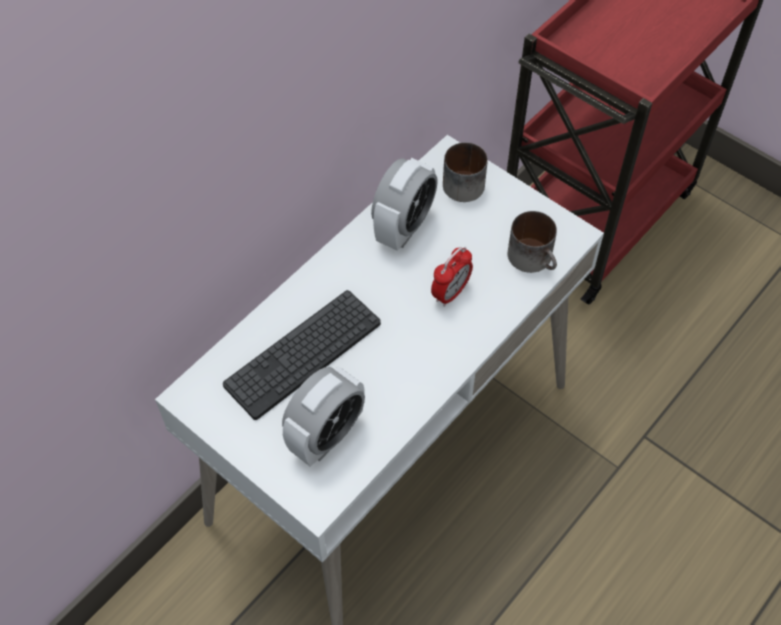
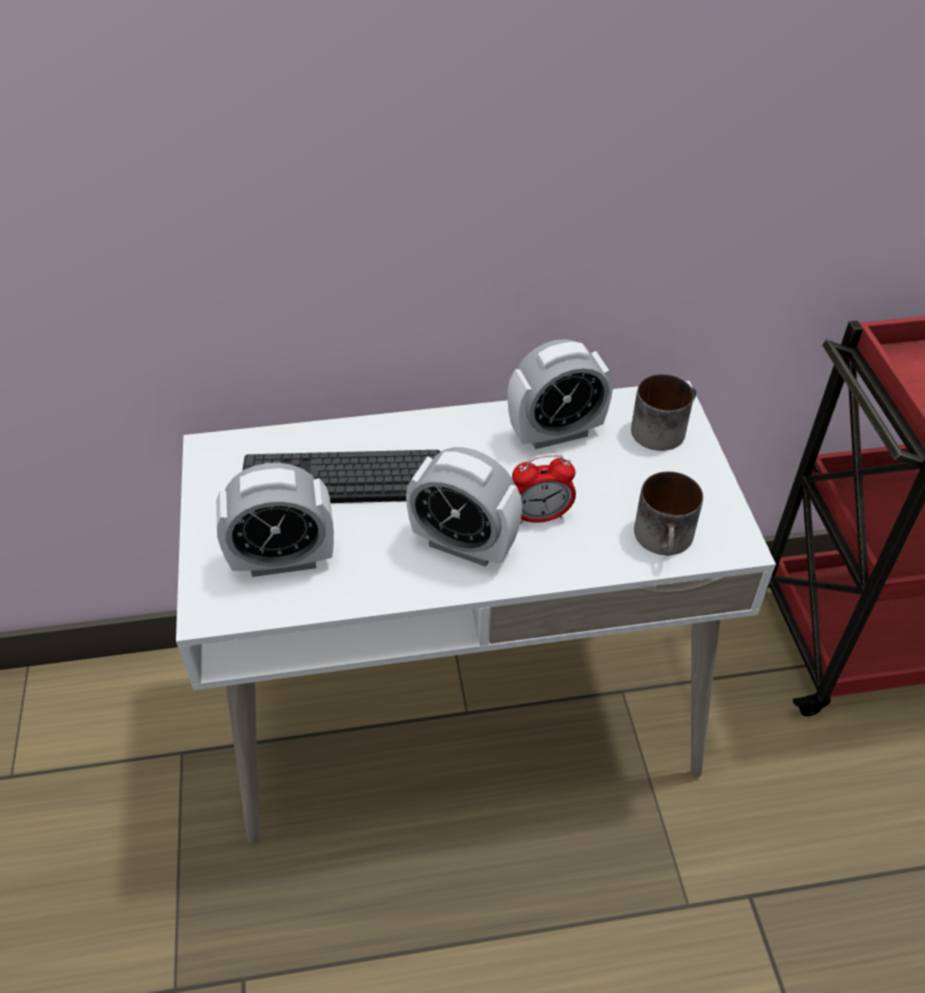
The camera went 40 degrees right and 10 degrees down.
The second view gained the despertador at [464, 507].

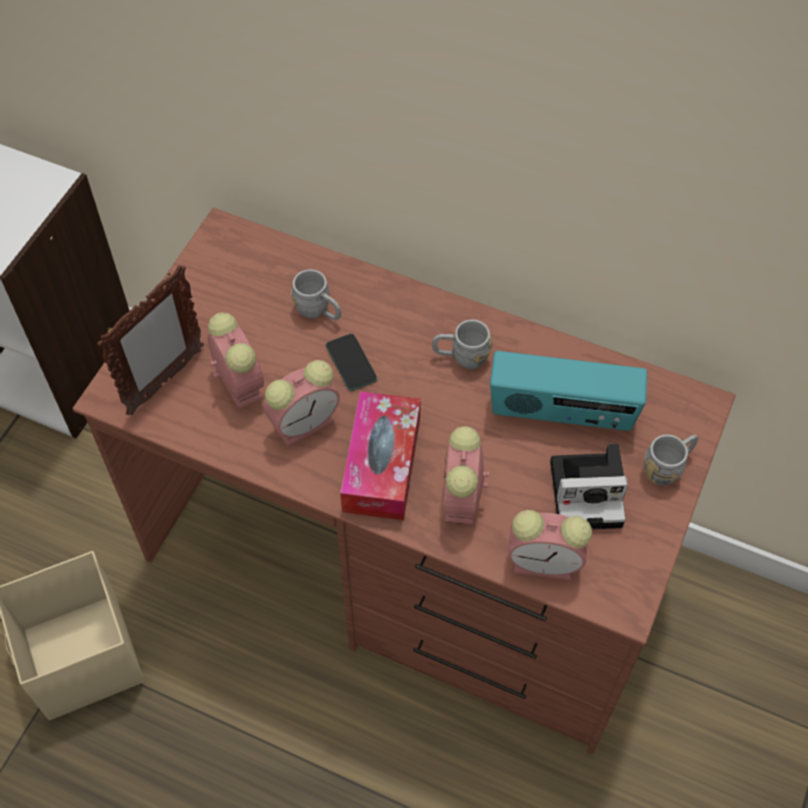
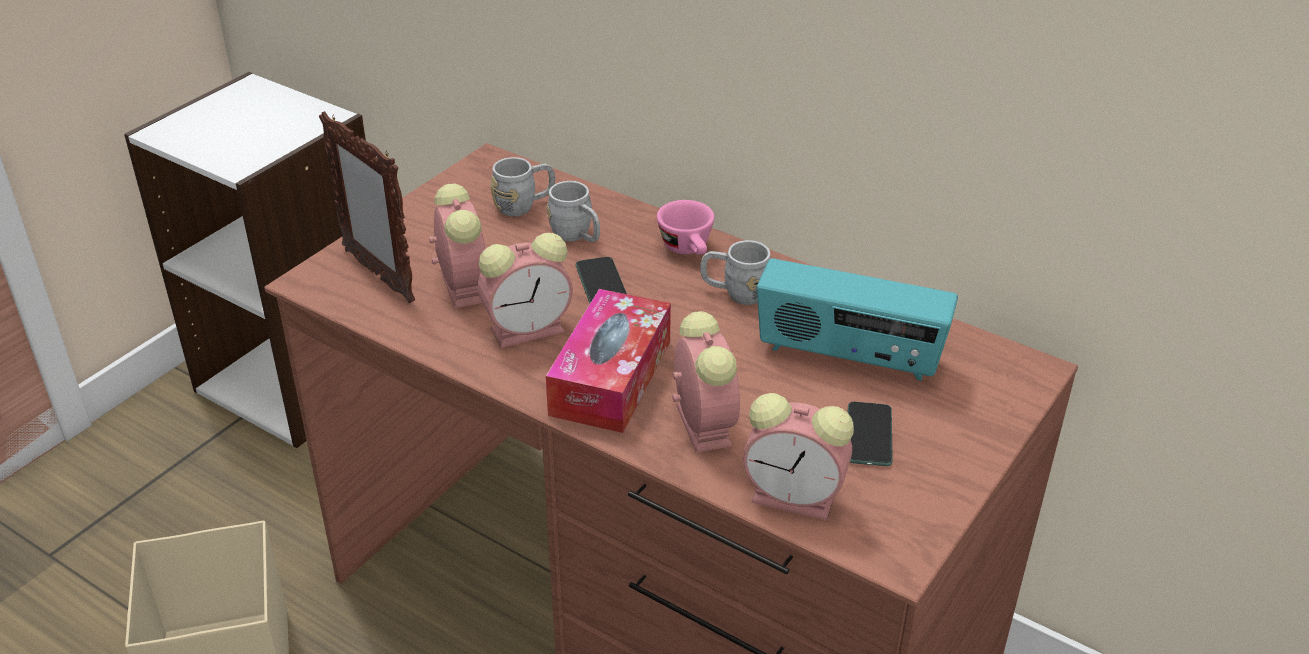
The camera went 10 degrees right and 20 degrees down.
The portarretratos at [150, 340] ended up facing another way, 90 degrees clockwise from before.
The taza grande (gris) ended up elsewhere, having gone from [671, 459] to [523, 187].
The second view gained the taza (rosa) at [685, 227].
The despertador at [466, 475] ended up facing another way, 150 degrees clockwise from before.
Where the cámara stood at [589, 486], the móvil came to stand at [870, 434].

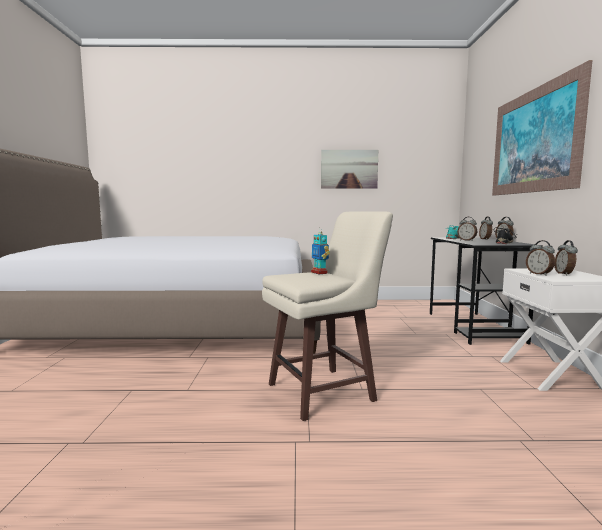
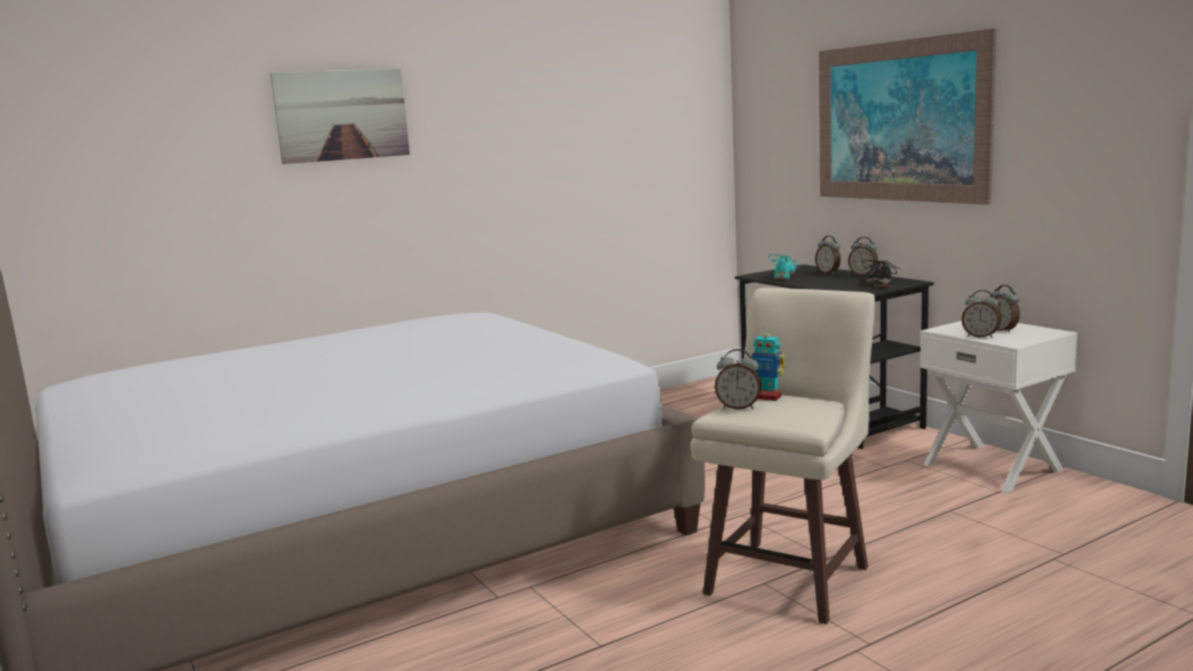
The camera went 30 degrees left and 5 degrees up.
The cuadro ended up elsewhere, having gone from [349, 169] to [340, 116].
The despertador ended up elsewhere, having gone from [467, 229] to [738, 379].

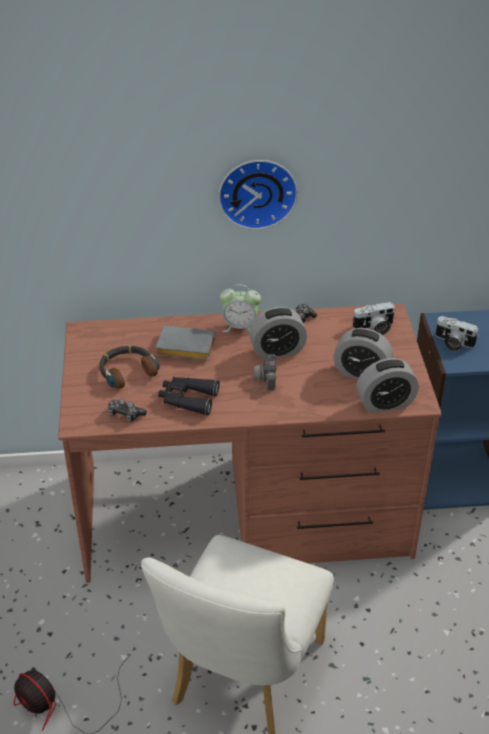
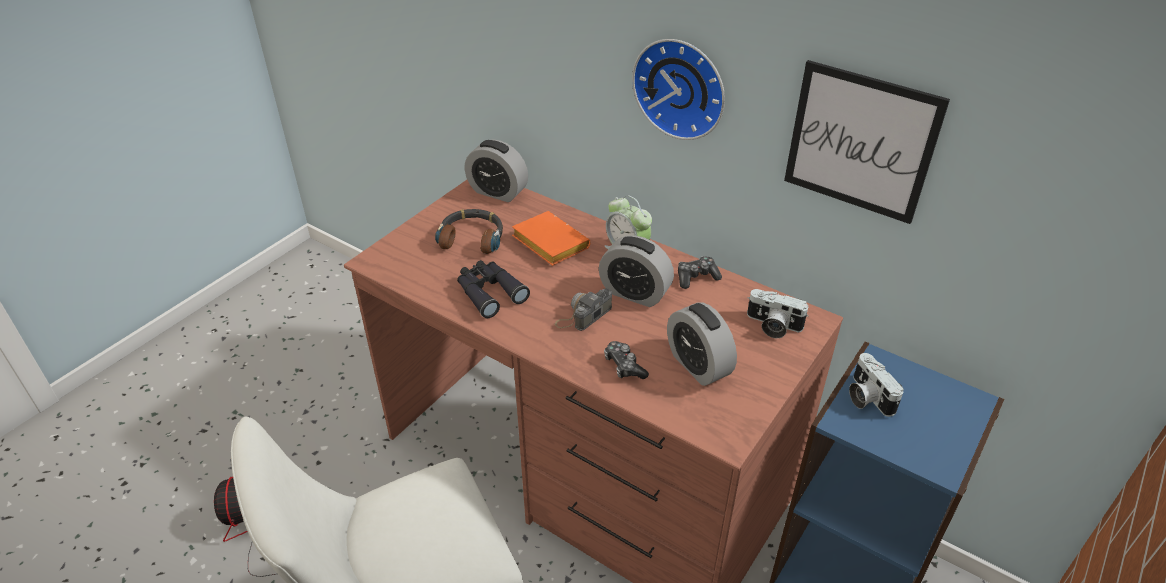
The camera went 40 degrees right and 0 degrees up.
The despertador ended up elsewhere, having gone from [387, 385] to [496, 170].
What was the libro (gris) at [185, 343] turned into the libro (naranja) at [551, 238].
The mando de consola ended up elsewhere, having gone from [127, 410] to [626, 360].
The second view gained the cuadro at [867, 142].

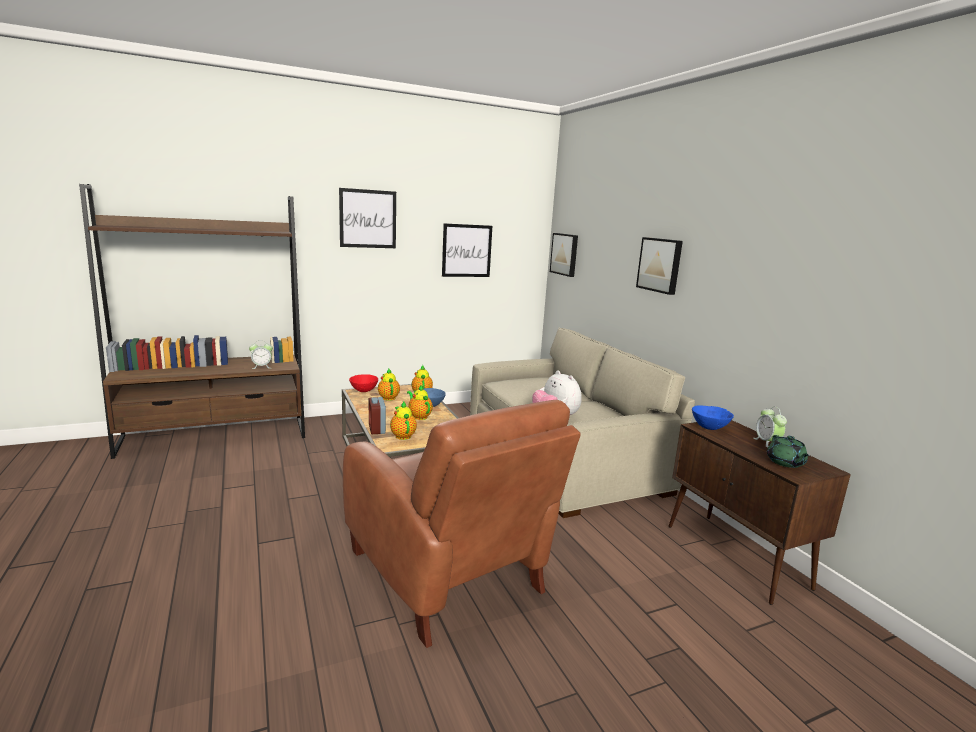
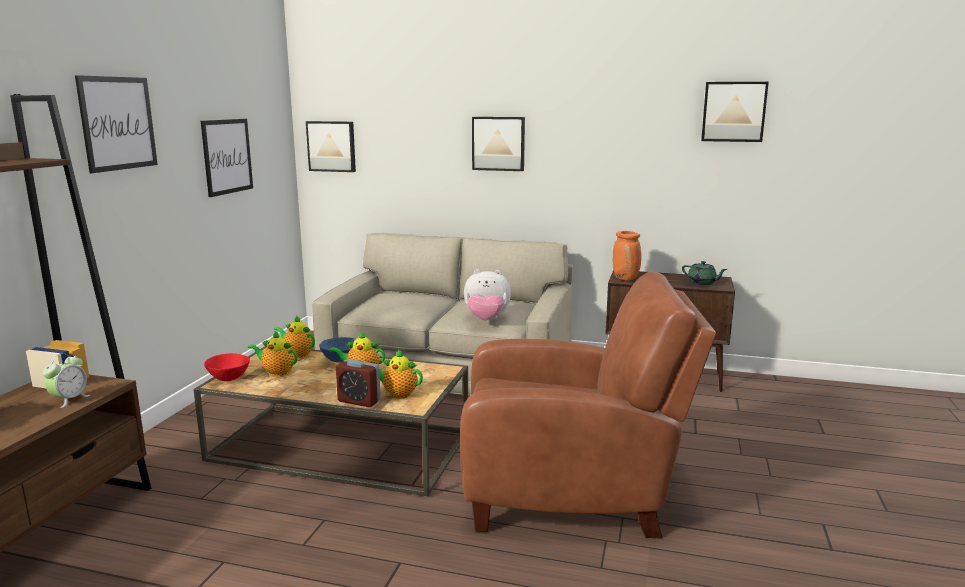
The camera went 50 degrees left and 0 degrees up.
Where the cuenco (azul) stood at [713, 418], the florero (naranja) came to stand at [627, 256].
The second view gained the cuadro at [735, 112].
The second view lost the despertador at [770, 427].

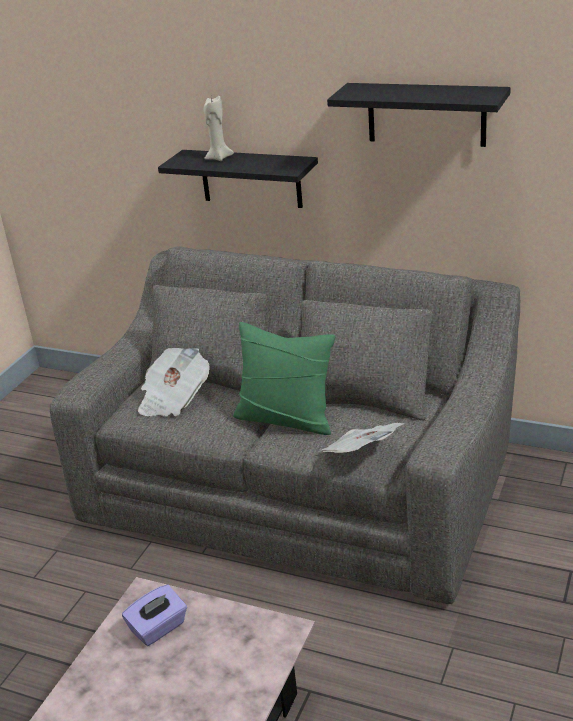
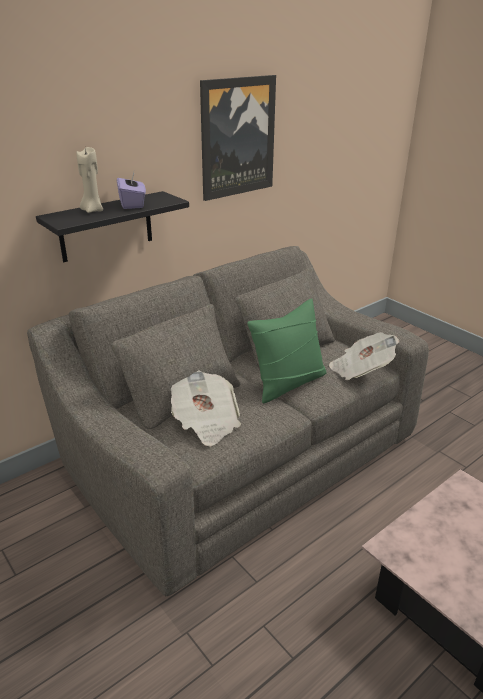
The camera went 65 degrees left and 0 degrees up.
The caja de pañuelos (morado) ended up elsewhere, having gone from [154, 615] to [131, 190].
Where the estante (negro) hung at [419, 115], the cuadro came to hang at [238, 138].

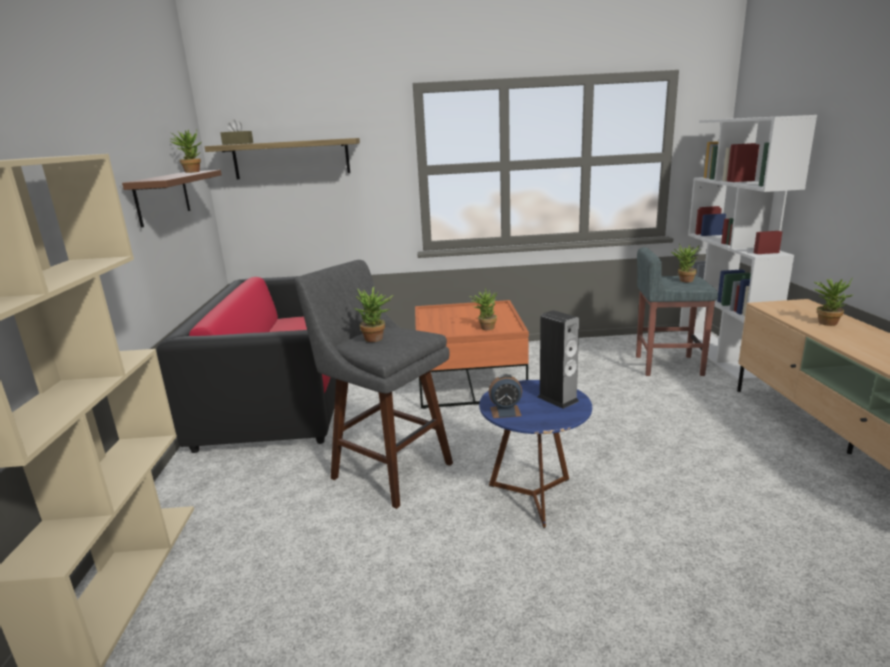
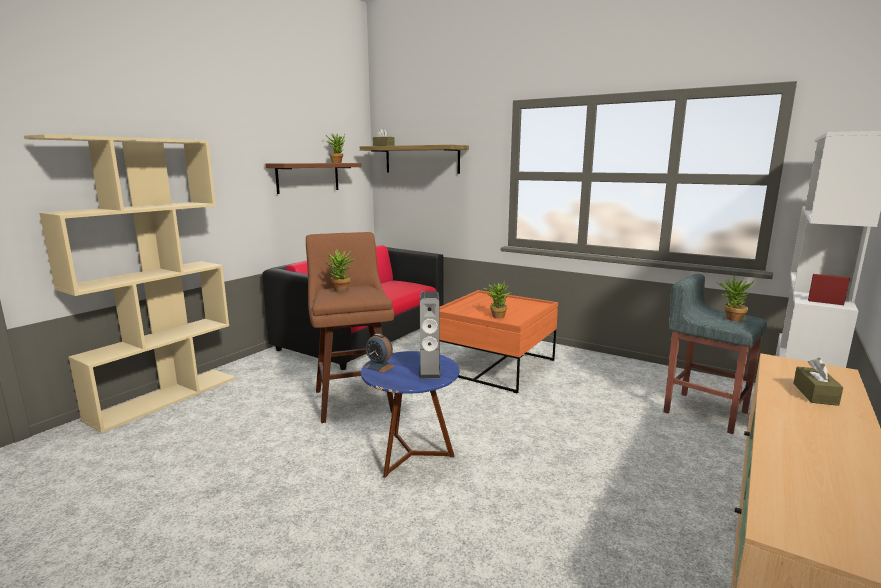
The camera went 35 degrees right and 5 degrees down.
What was the taburete (gris) at [374, 384] turned into the taburete (marrón) at [350, 327].
Where the planta en maceta stood at [834, 301], the caja de pañuelos (marrón) came to stand at [818, 382].

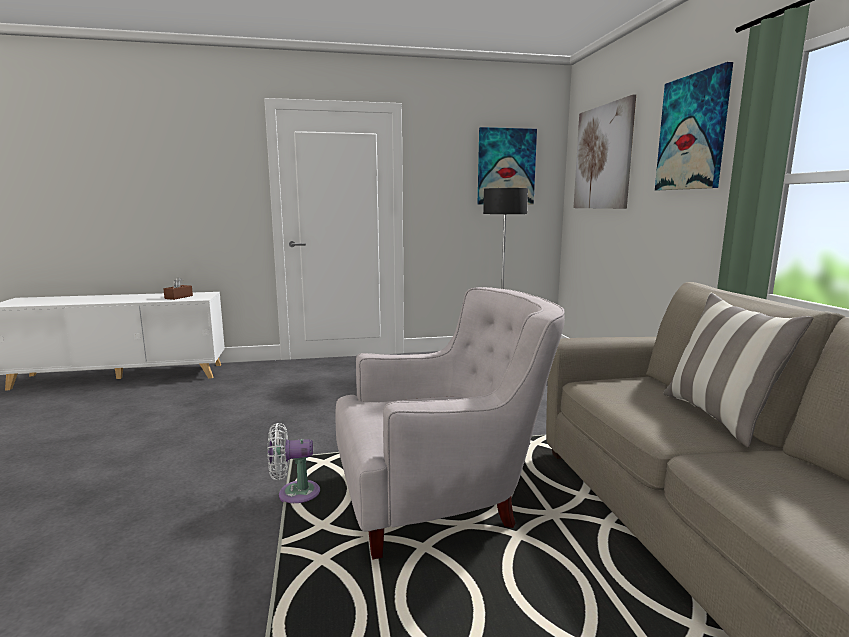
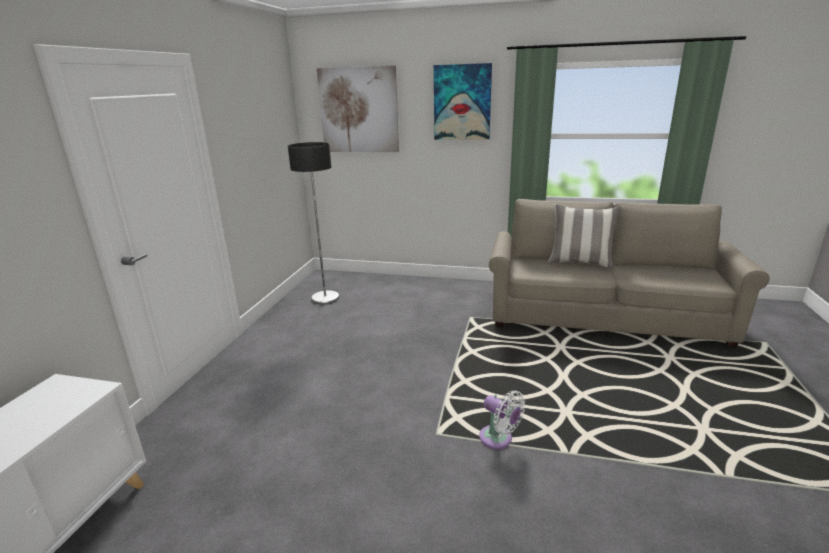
The camera went 65 degrees left and 10 degrees up.
The ventilador (blanco) at [293, 463] ended up facing another way, 60 degrees counterclockwise from before.
The second view lost the caja de pañuelos (marrón) at [178, 288].
The second view lost the sillón (blanco) at [450, 423].
The second view lost the cuadro at [507, 165].

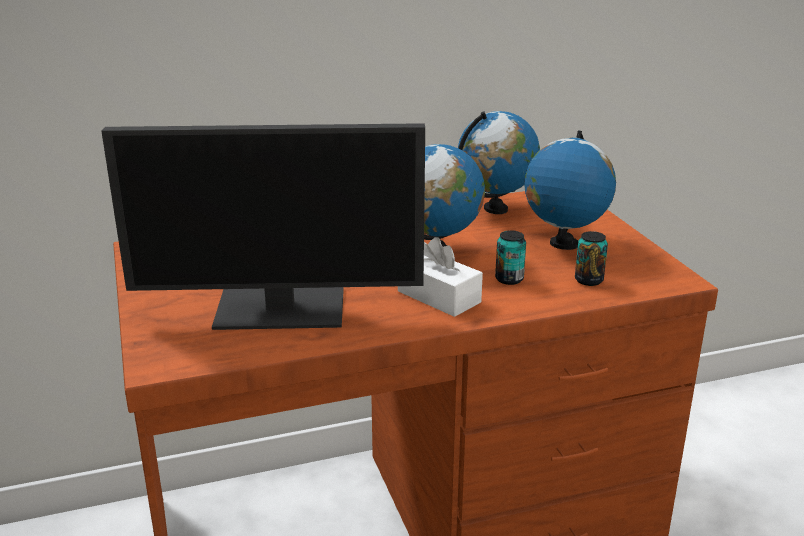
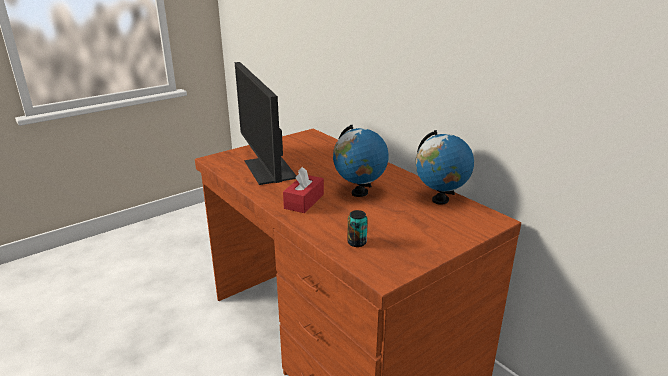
The camera went 70 degrees right and 0 degrees up.
What was the caja de pañuelos (blanco) at [440, 277] turned into the caja de pañuelos (rojo) at [303, 190].
The second view lost the lata at [510, 257].
The second view lost the globo terráqueo at [570, 190].

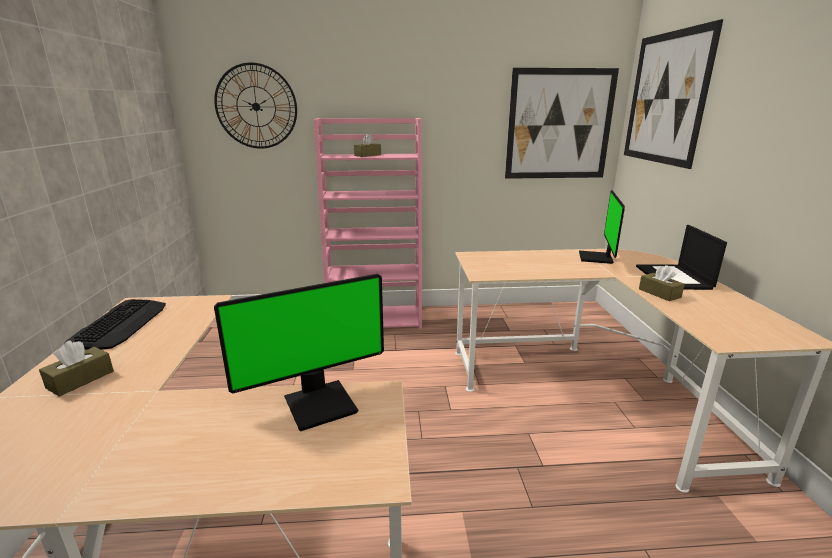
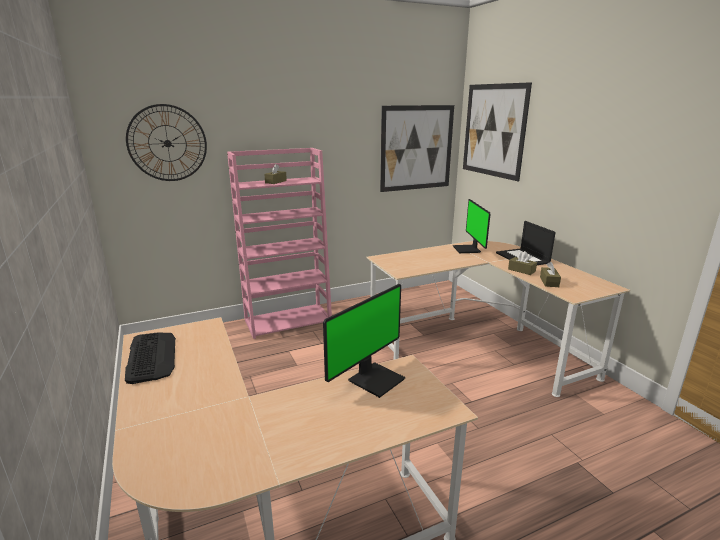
The camera went 20 degrees left and 0 degrees up.
The caja de pañuelos (marrón) ended up elsewhere, having gone from [76, 369] to [550, 274].

